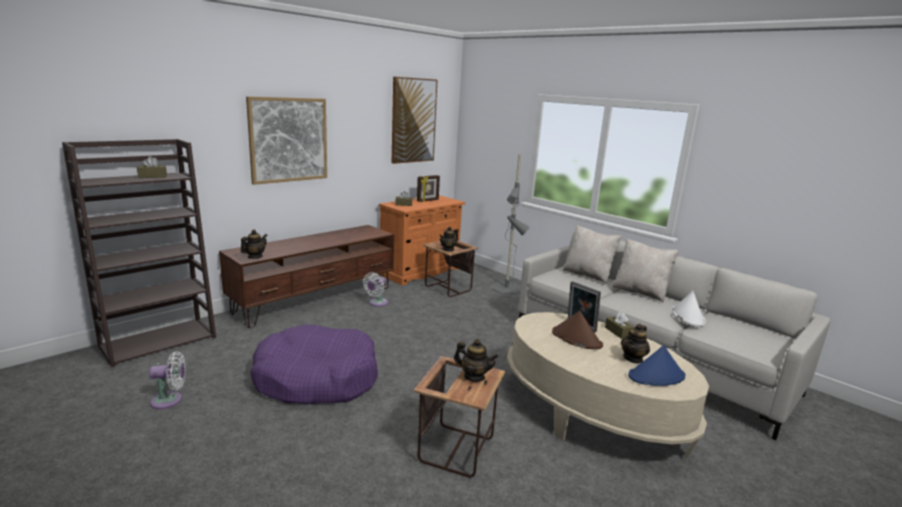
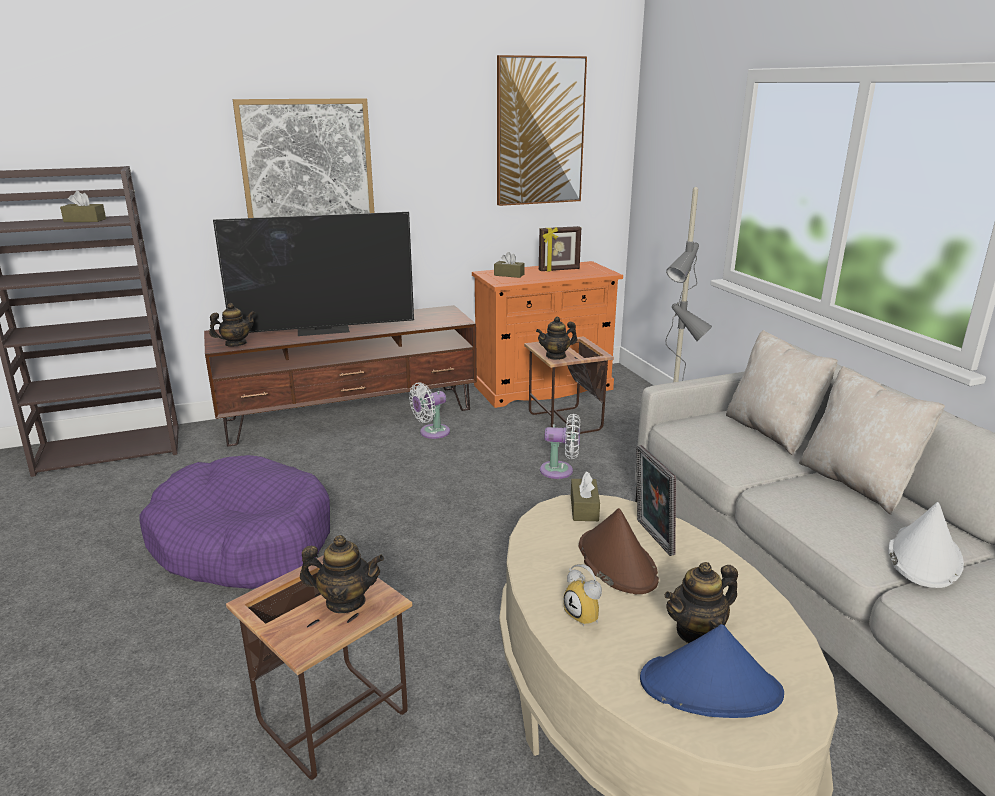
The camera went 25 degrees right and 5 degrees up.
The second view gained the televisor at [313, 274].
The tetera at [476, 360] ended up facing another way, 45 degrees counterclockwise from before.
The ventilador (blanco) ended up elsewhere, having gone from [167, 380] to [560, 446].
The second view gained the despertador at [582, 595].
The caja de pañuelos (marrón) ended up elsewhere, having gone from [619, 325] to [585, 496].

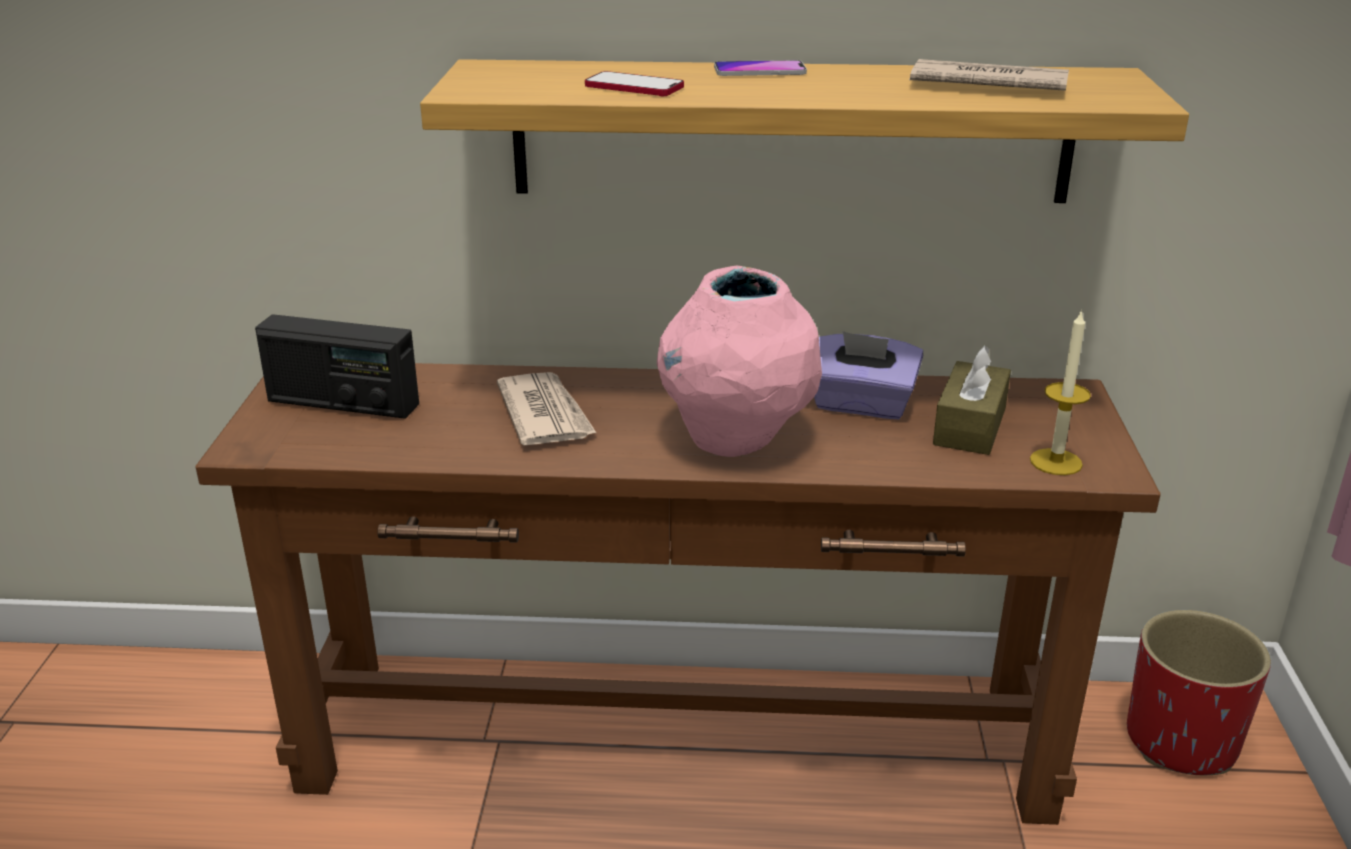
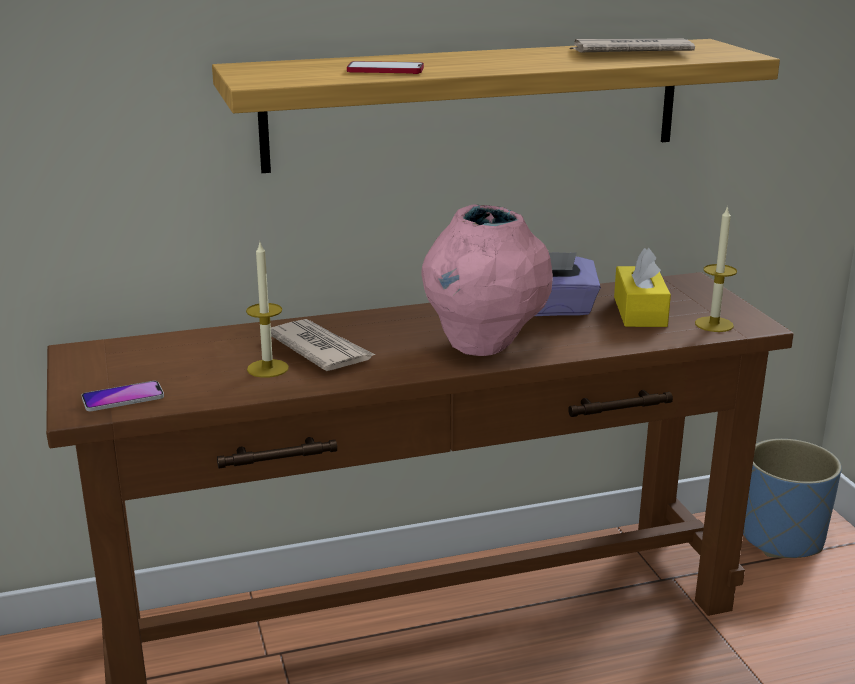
The camera went 20 degrees left and 5 degrees down.
The móvil ended up elsewhere, having gone from [760, 68] to [122, 396].
The second view gained the vela at [267, 310].
What was the caja de pañuelos (marrón) at [972, 400] turned into the caja de pañuelos (amarillo) at [642, 287].
What was the maceta (rojo) at [1199, 692] turned into the maceta (azul) at [792, 498].
The second view lost the radio at [337, 366].

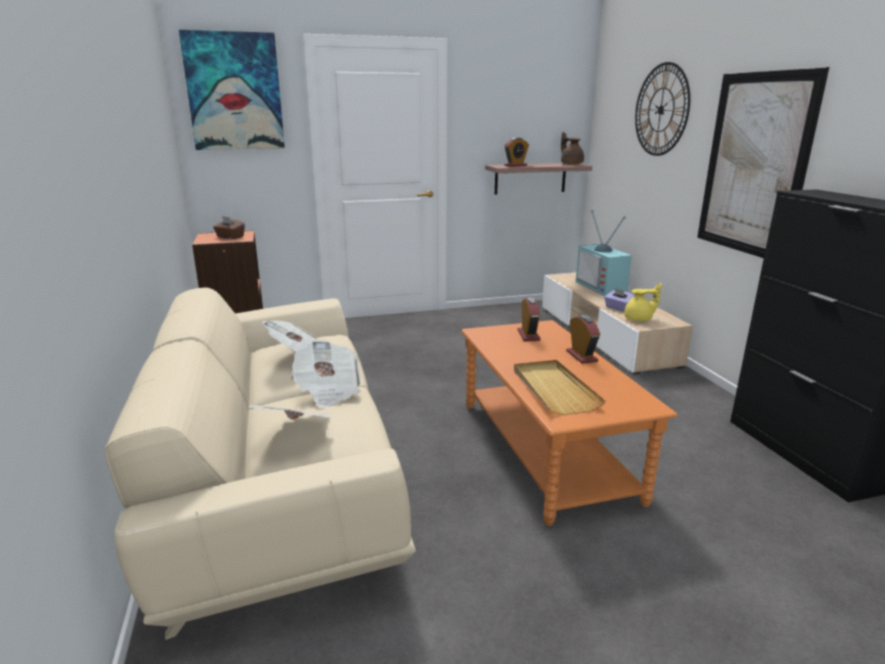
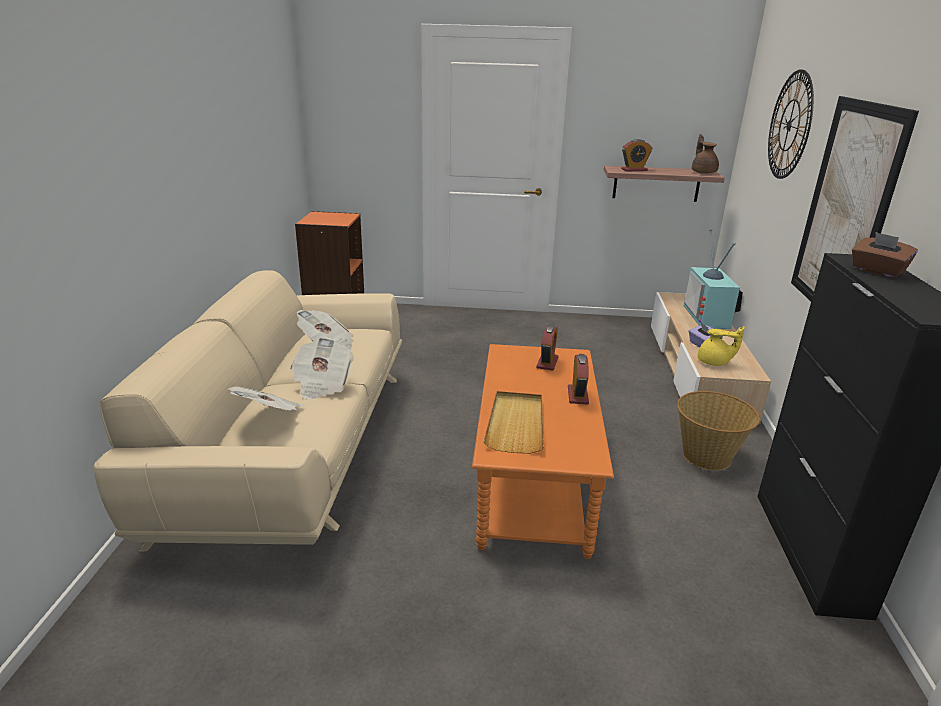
The camera went 20 degrees right and 5 degrees up.
The second view gained the cesta at [718, 430].
The caja de pañuelos (marrón) ended up elsewhere, having gone from [229, 227] to [885, 255].
The second view lost the cuadro at [232, 90].

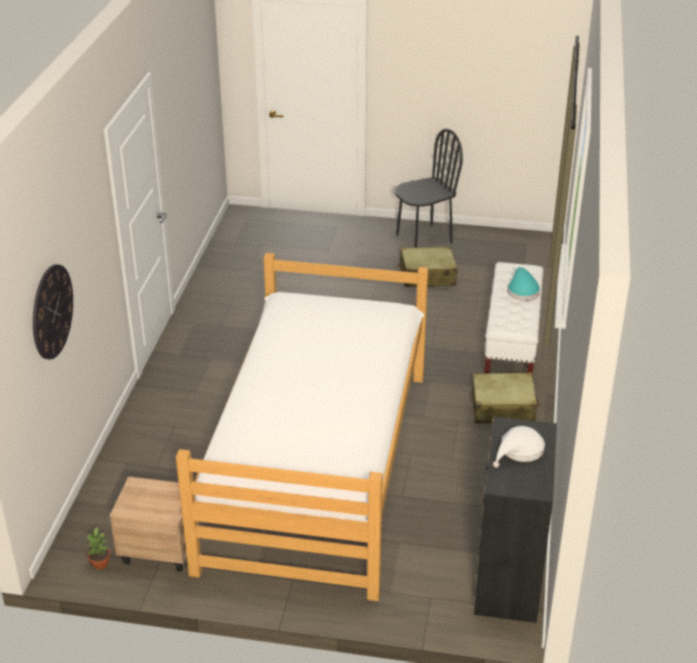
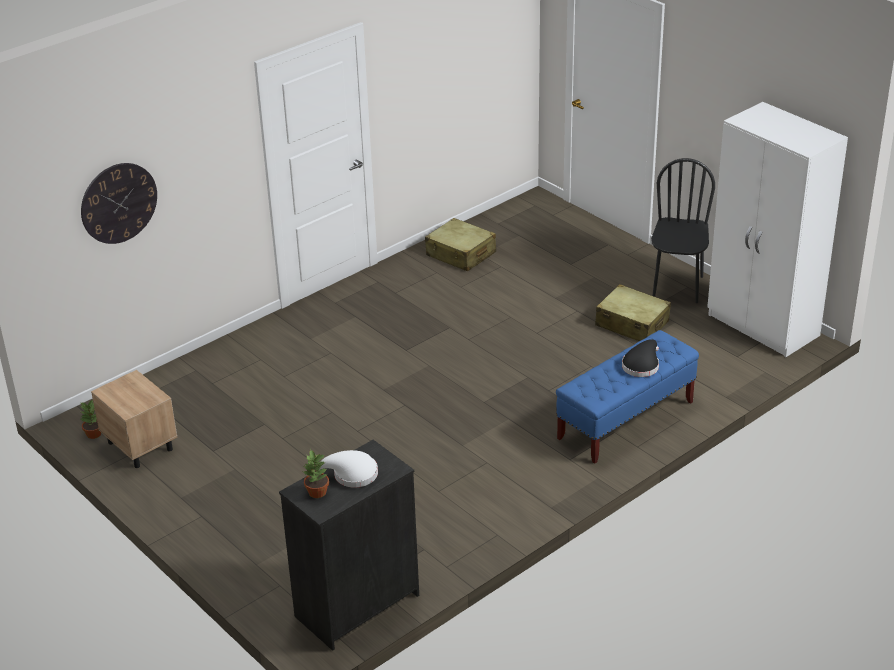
The camera went 40 degrees right and 0 degrees up.
The second view gained the planta en maceta at [316, 474].
The maleta (beis) ended up elsewhere, having gone from [505, 398] to [460, 244].
What was the banco (blanco) at [514, 318] turned into the banco (azul) at [627, 397].
What was the sombrero (turquesa) at [523, 284] turned into the sombrero (negro) at [640, 358].
The silla (negro) at [428, 188] ended up facing another way, 90 degrees counterclockwise from before.
The second view gained the armario ropero (blanco) at [777, 229].
The second view lost the cama at [302, 427].

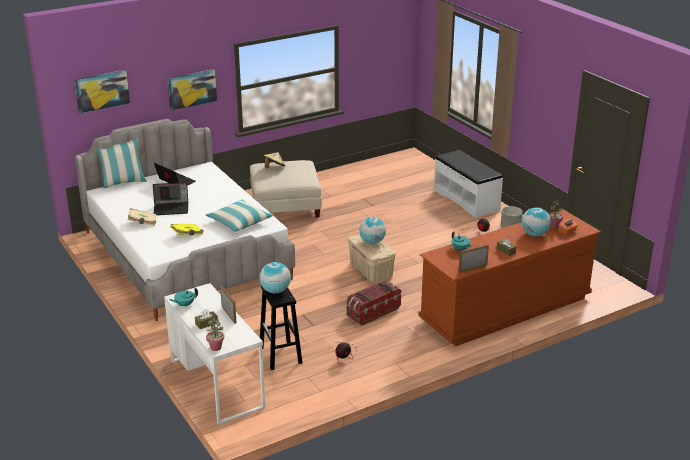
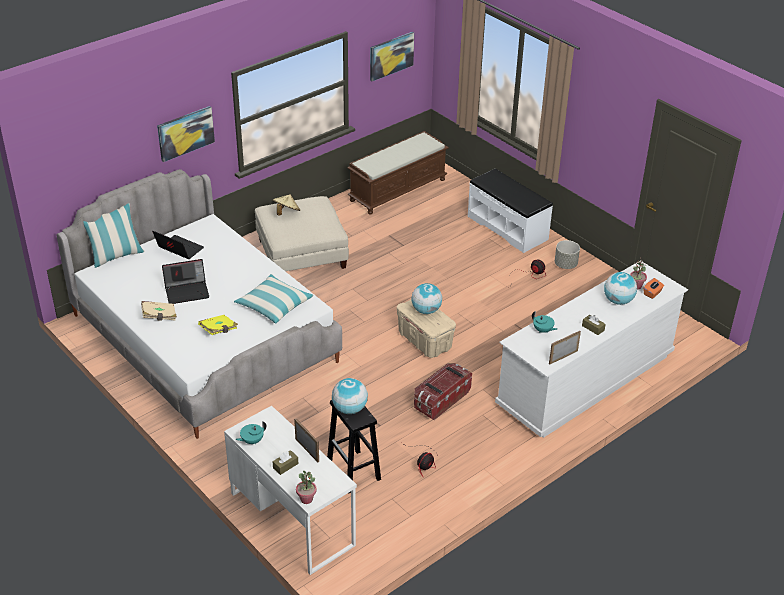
The camera went 10 degrees left and 10 degrees up.
The second view gained the banco (marrón) at [398, 173].
The cuadro ended up elsewhere, having gone from [102, 92] to [392, 56].
What was the cómoda (marrón) at [509, 277] turned into the cómoda (blanco) at [591, 349].

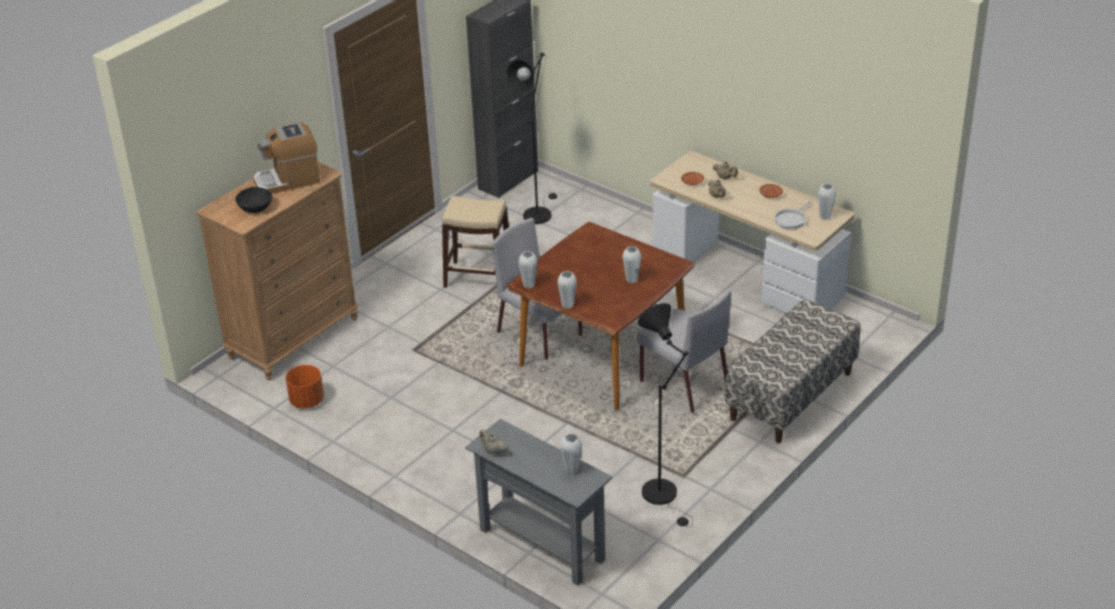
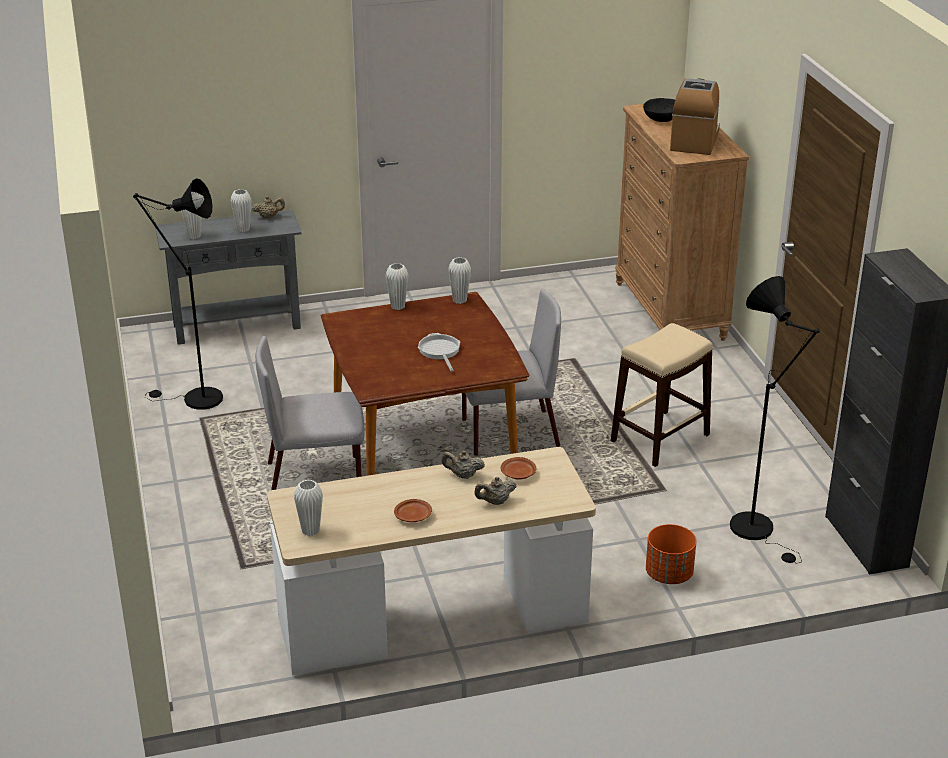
The camera went 125 degrees right and 5 degrees down.
The florero (blanco) ended up elsewhere, having gone from [632, 264] to [240, 210].
The sartén ended up elsewhere, having gone from [793, 215] to [439, 352].
The maceta (naranja) ended up elsewhere, having gone from [305, 386] to [671, 554].
The second view lost the banco at [793, 371].

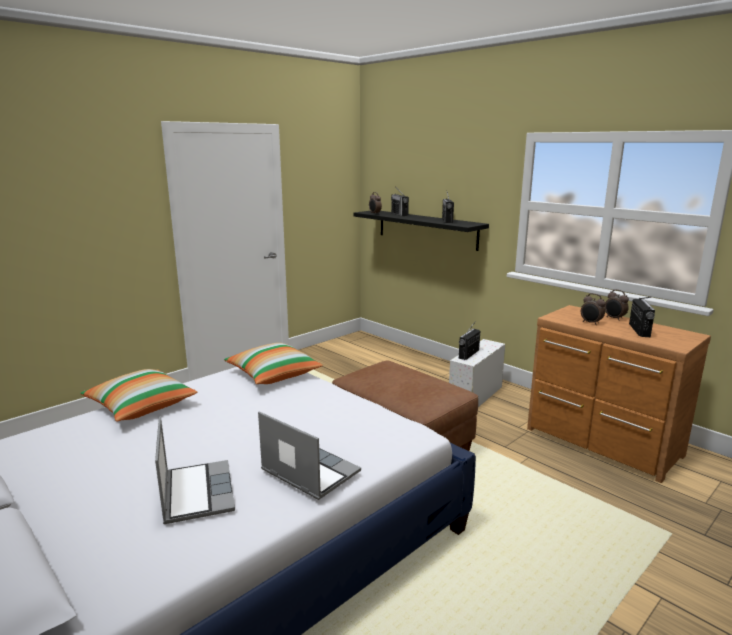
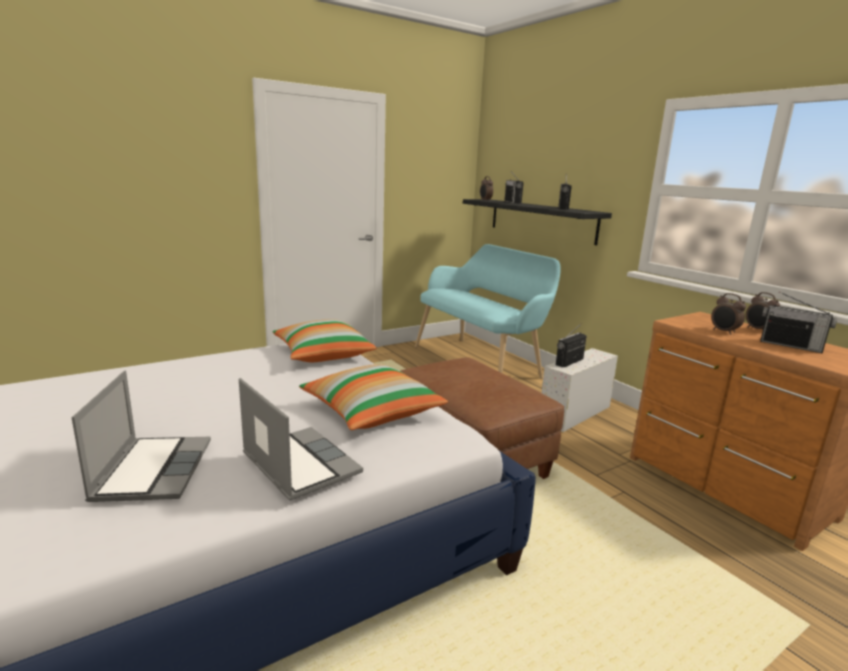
The camera went 10 degrees right and 0 degrees up.
The cojín ended up elsewhere, having gone from [138, 395] to [373, 397].
The second view gained the banco (turquesa) at [488, 311].
The radio at [642, 317] ended up facing another way, 105 degrees clockwise from before.

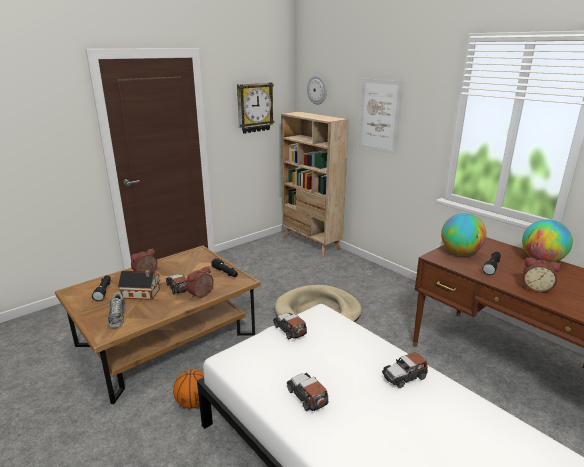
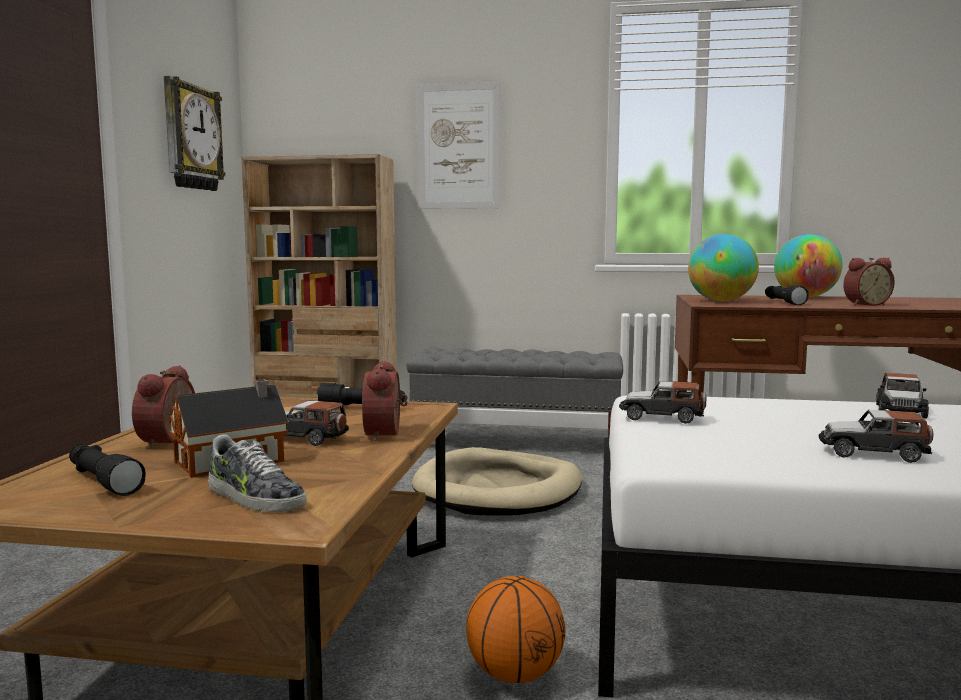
The camera went 40 degrees left and 15 degrees down.
The second view gained the banco (gris) at [515, 393].
The second view lost the reloj de pared at [317, 90].

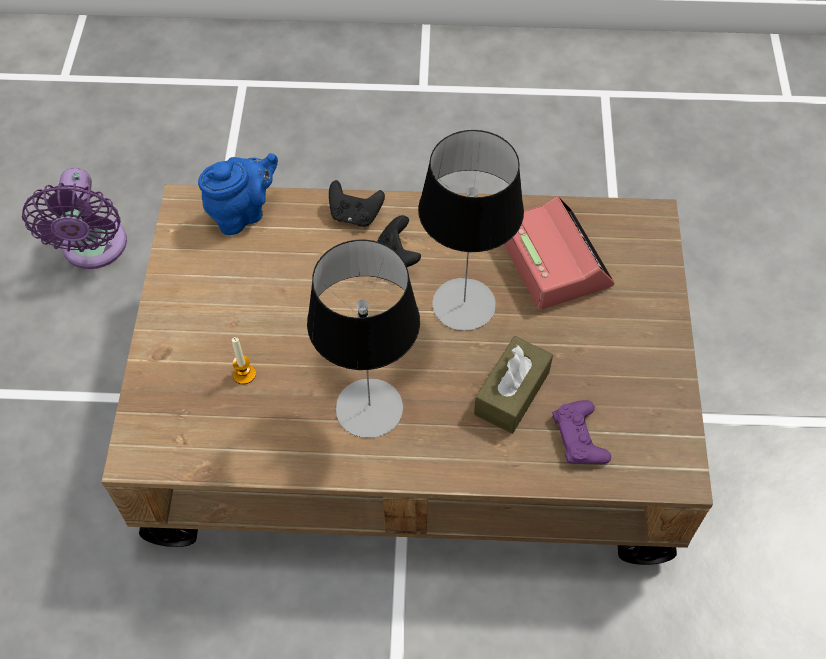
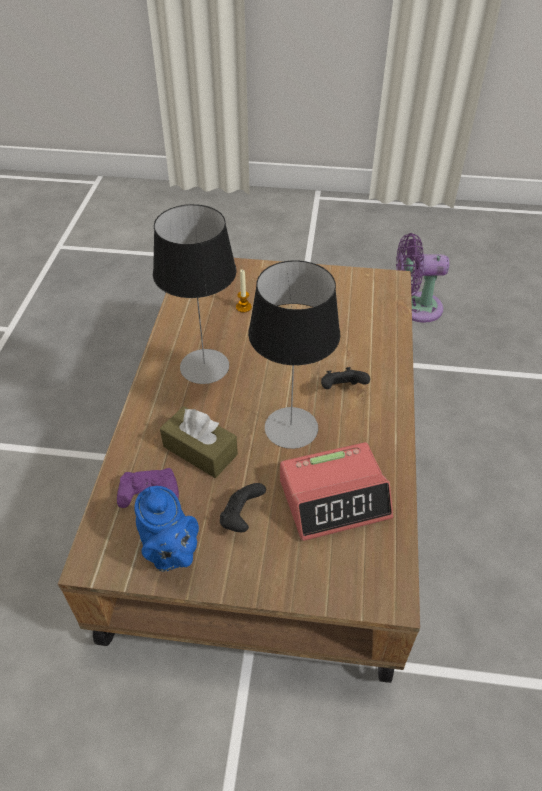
The camera went 95 degrees right and 10 degrees down.
The tetera (azul) ended up elsewhere, having gone from [238, 194] to [166, 529].
The mando de consola (negro) ended up elsewhere, having gone from [357, 203] to [243, 507].

